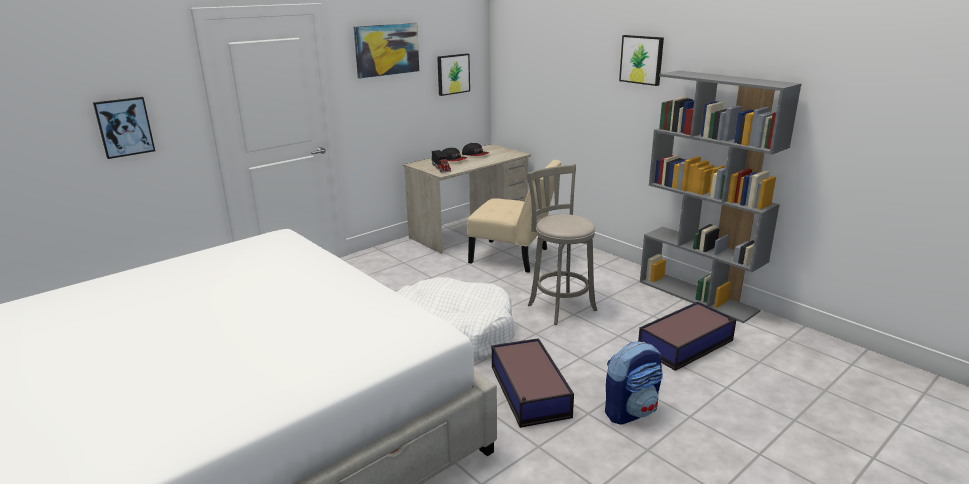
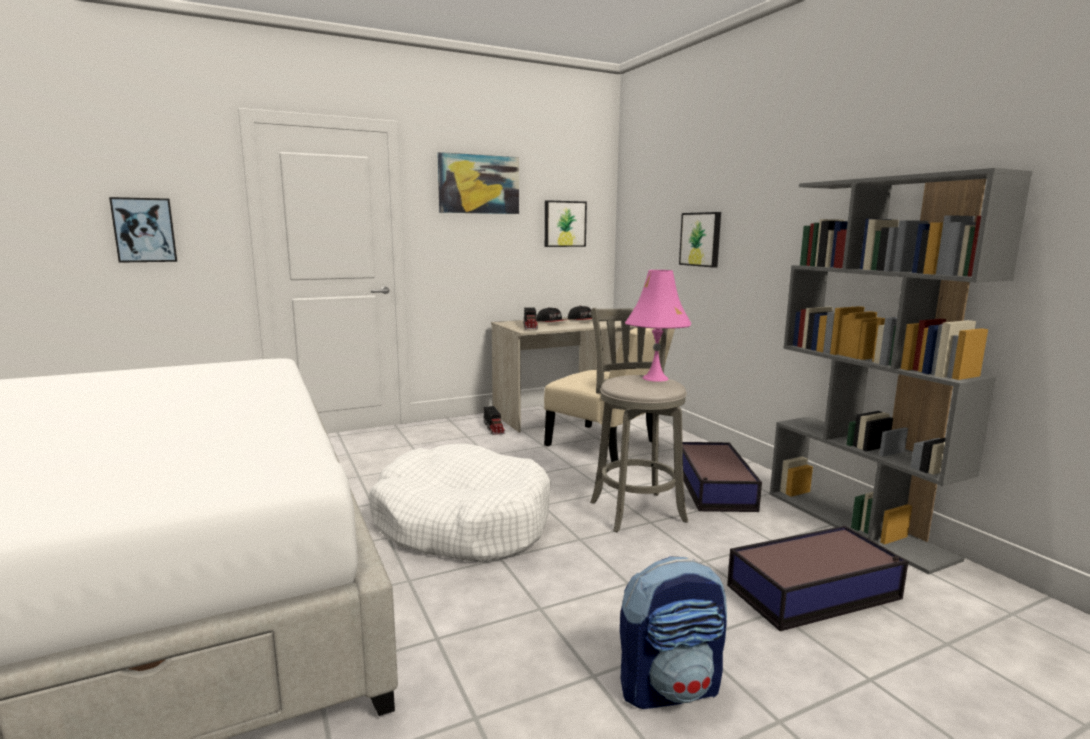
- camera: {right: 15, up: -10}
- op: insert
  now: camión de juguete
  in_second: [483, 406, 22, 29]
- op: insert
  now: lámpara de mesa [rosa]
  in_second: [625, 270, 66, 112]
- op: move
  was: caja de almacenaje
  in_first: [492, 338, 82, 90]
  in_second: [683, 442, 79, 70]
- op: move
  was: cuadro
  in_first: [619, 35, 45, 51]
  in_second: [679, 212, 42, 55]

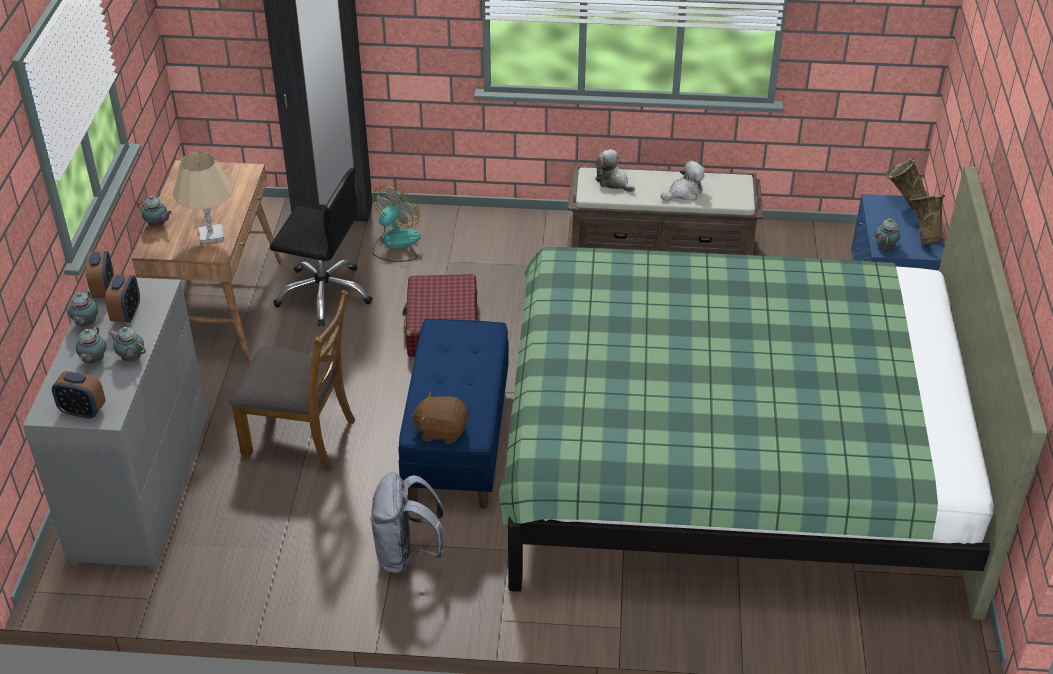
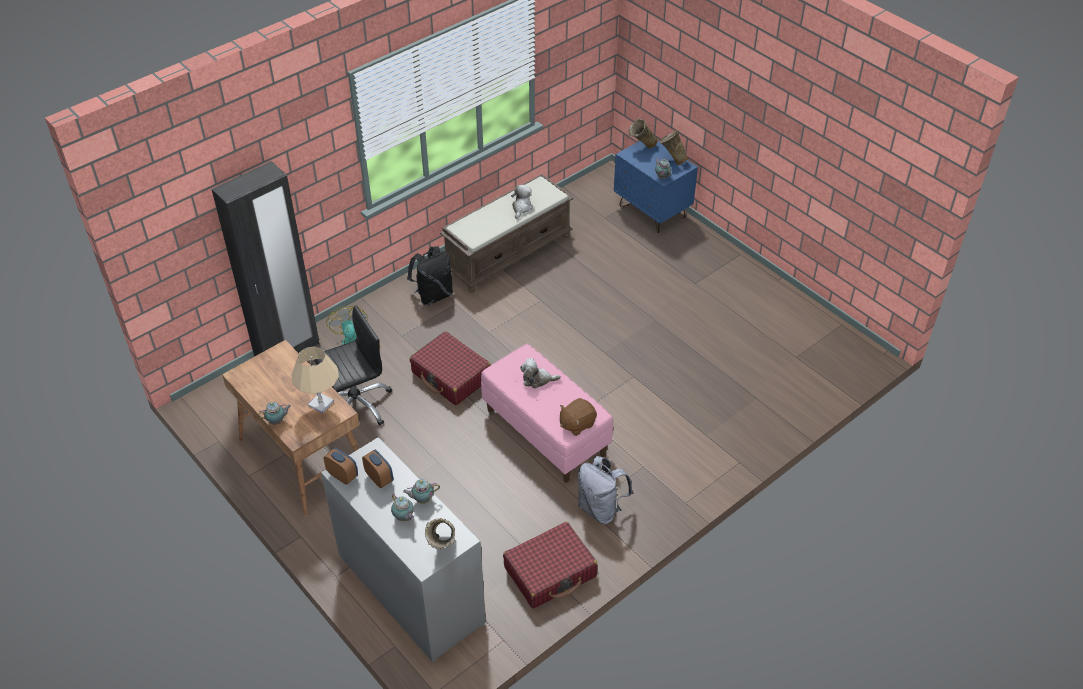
- camera: {right: -45, up: 5}
- op: delete
  was: tetera
  in_first: [68, 289, 30, 38]
- op: delete
  was: silla [marrón]
  in_first: [230, 290, 125, 181]
- op: delete
  was: cama [verde]
  in_first: [499, 167, 549, 453]
- op: insert
  now: mochila [negro]
  in_second: [407, 246, 46, 59]
- op: insert
  now: maleta [rojo]
  in_second: [503, 522, 94, 87]
- op: move
  was: peluche
  in_first: [595, 149, 40, 43]
  in_second: [520, 358, 41, 31]
- op: replace
  was: despertador
  now: florero [beis]
  in_first: [52, 371, 53, 48]
  in_second: [425, 518, 30, 31]
- op: recolor
  was: banco [azul]
  now: banco [rosa]
  in_first: [398, 319, 111, 190]
  in_second: [481, 344, 132, 139]

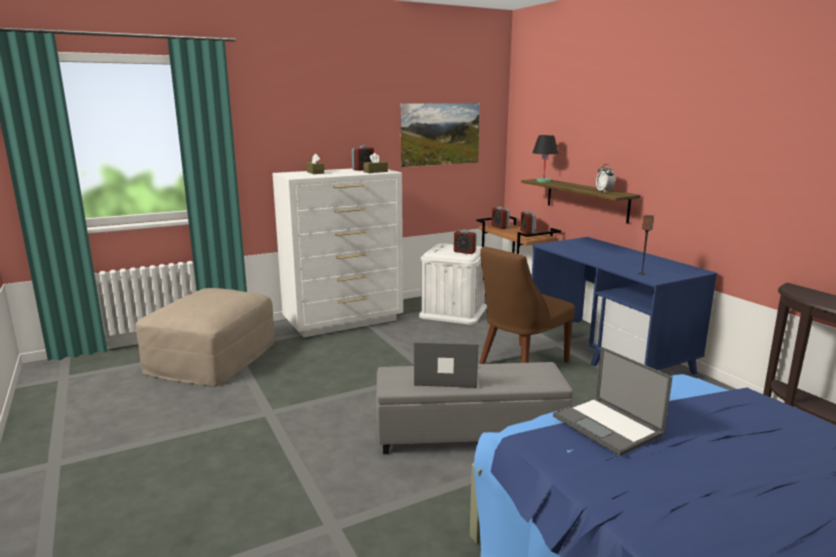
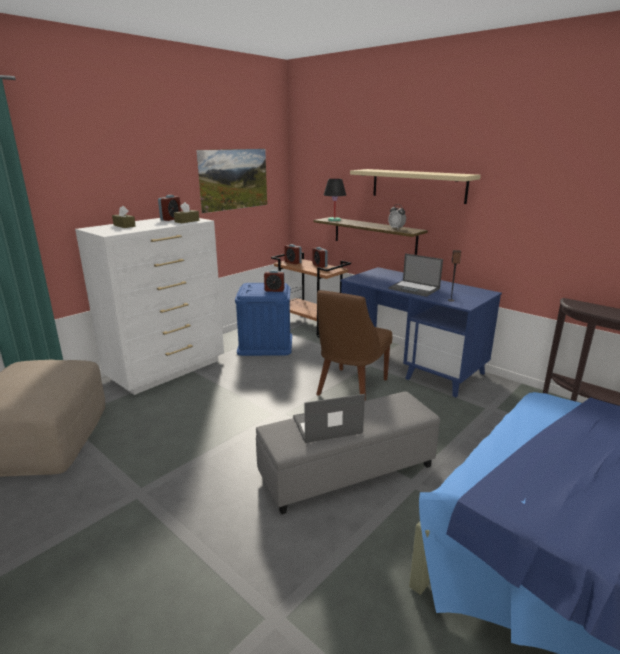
- camera: {right: -20, up: 5}
- op: insert
  now: estante [beis]
  in_second: [350, 169, 131, 35]
- op: move
  was: portátil
  in_first: [553, 347, 119, 109]
  in_second: [389, 253, 54, 44]
- op: recolor
  was: caja de almacenaje [blanco]
  now: caja de almacenaje [azul]
  in_first: [419, 243, 68, 81]
  in_second: [235, 283, 57, 73]

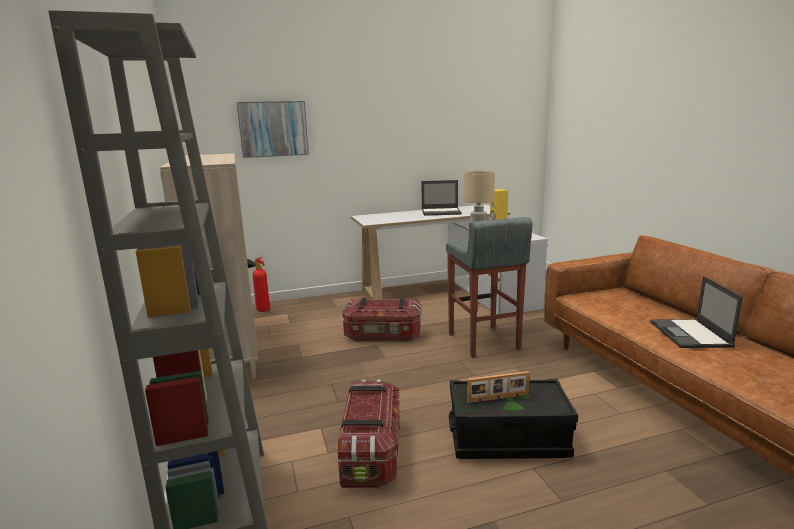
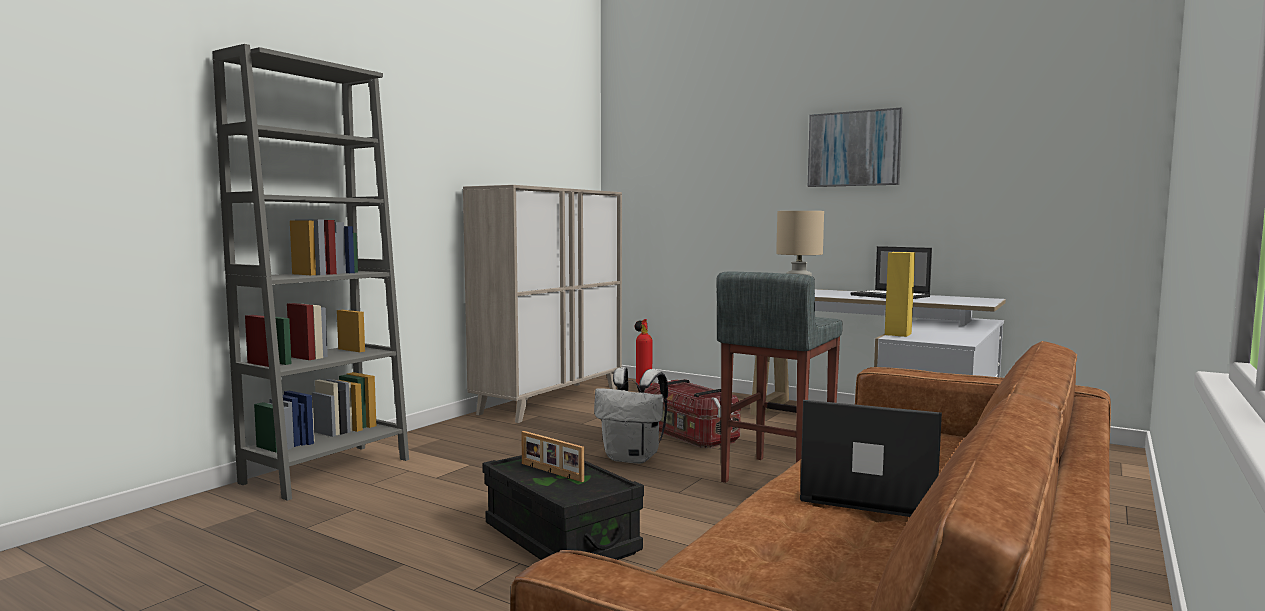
- camera: {right: 50, up: -10}
- op: delete
  was: caja de almacenaje
  in_first: [338, 379, 62, 109]
- op: insert
  now: mochila [blanco]
  in_second: [594, 367, 74, 97]
- op: move
  was: cuadro
  in_first: [237, 101, 72, 57]
  in_second: [808, 108, 95, 79]
- op: rotate
  was: portátil
  in_first: [651, 276, 92, 72]
  in_second: [800, 400, 142, 117]
  clockwise: 60

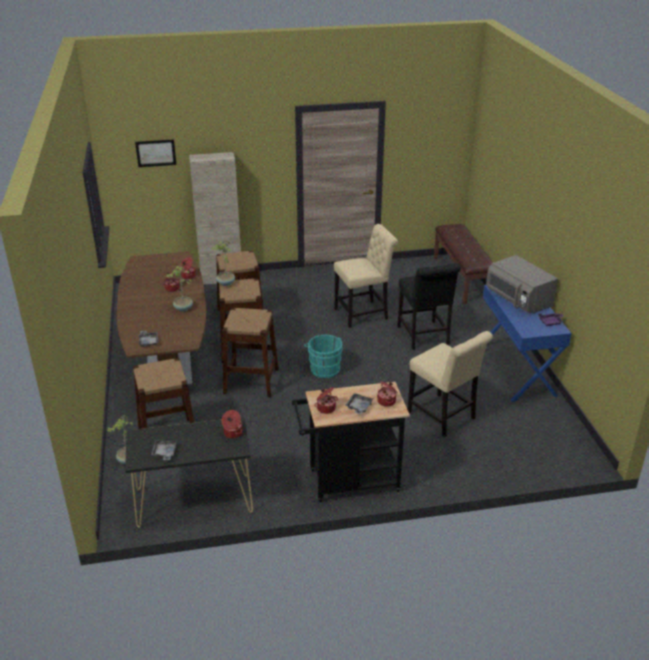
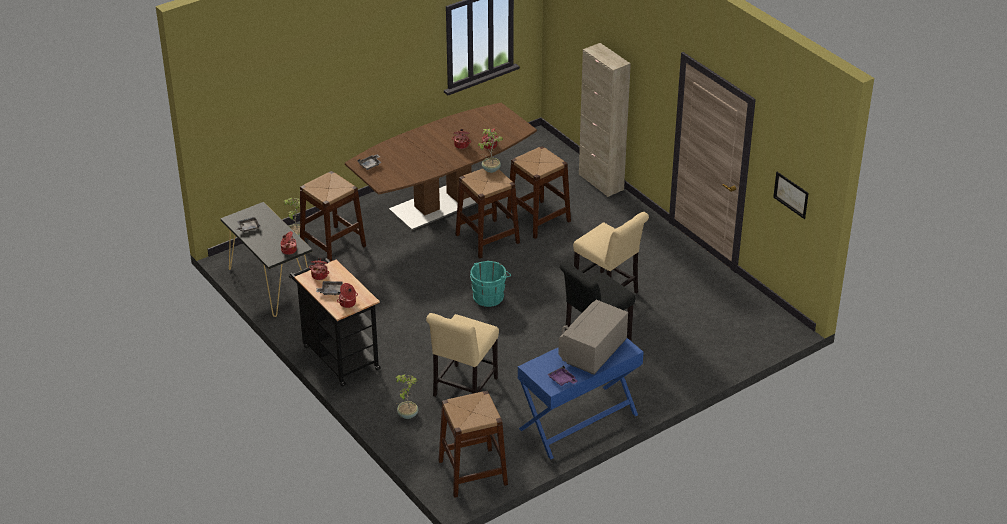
- camera: {right: 65, up: 5}
- op: delete
  was: banco [marrón]
  in_first: [434, 224, 59, 80]
- op: move
  was: cuadro
  in_first: [135, 139, 41, 28]
  in_second: [773, 172, 36, 47]
- op: move
  was: planta en maceta
  in_first: [166, 264, 27, 48]
  in_second: [395, 375, 23, 44]
- op: move
  was: taburete [marrón]
  in_first: [222, 308, 57, 89]
  in_second: [438, 391, 70, 107]

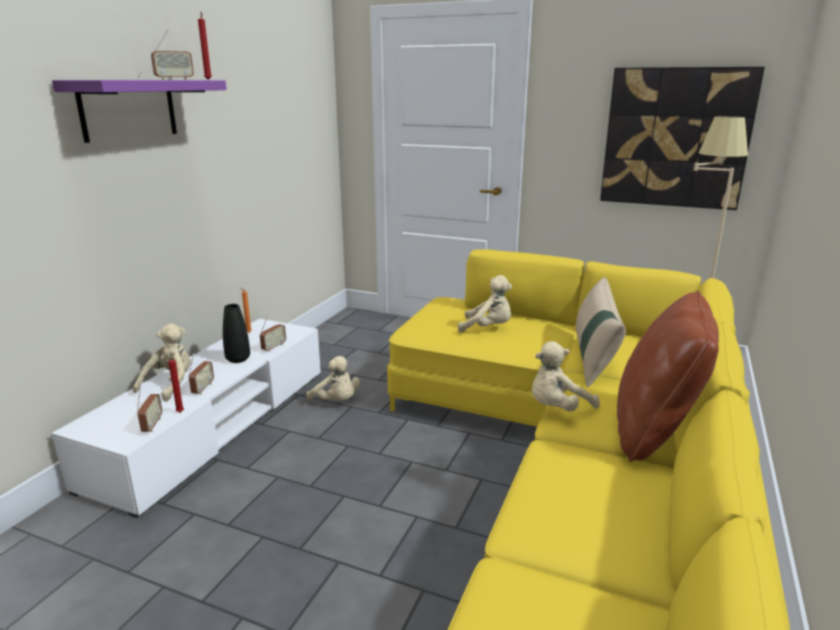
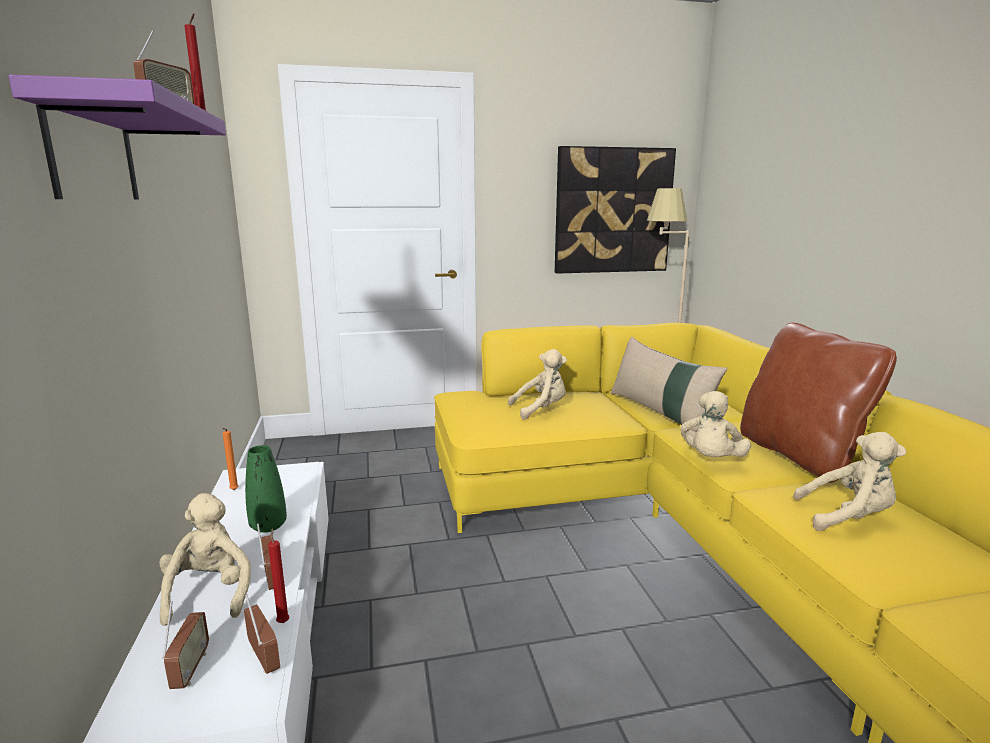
- camera: {right: -35, up: -5}
- op: move
  was: radio
  in_first: [260, 313, 26, 39]
  in_second: [162, 602, 47, 87]
- op: move
  was: peluche [beis]
  in_first: [306, 356, 54, 45]
  in_second: [793, 432, 113, 99]
- op: recolor
  was: florero [negro]
  now: florero [verde]
  in_first: [223, 304, 27, 59]
  in_second: [245, 445, 42, 88]

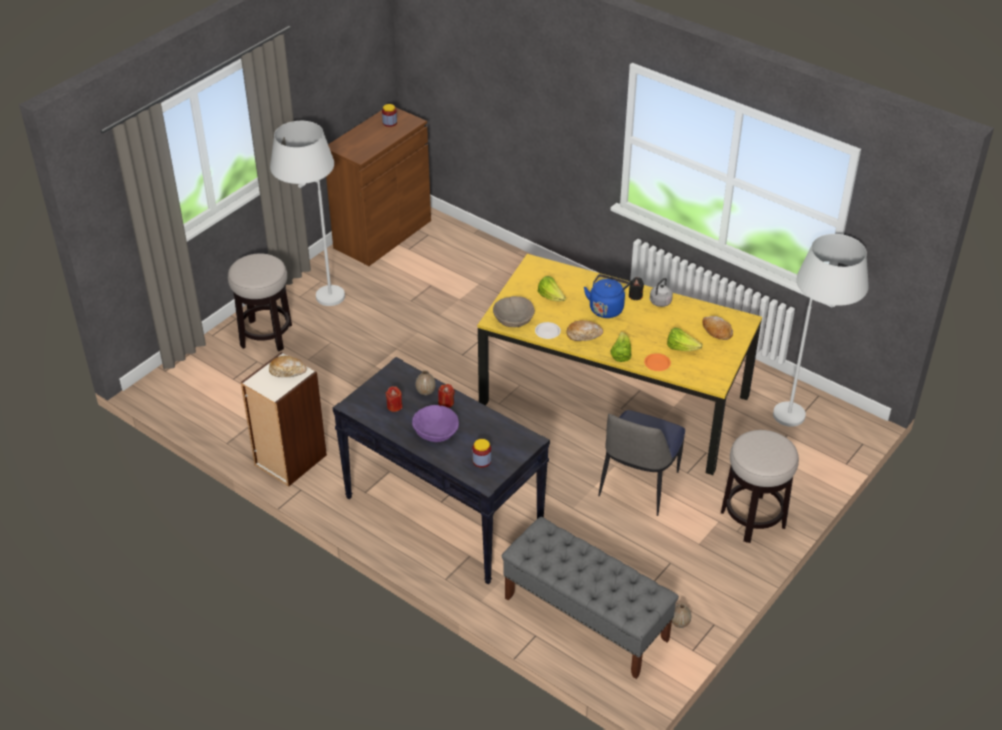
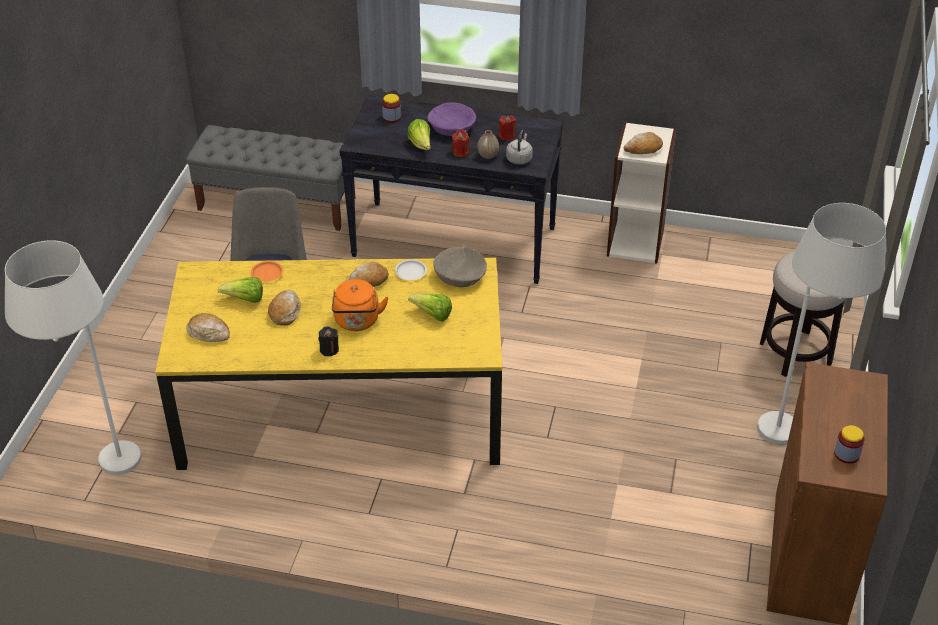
- camera: {right: 155, up: 0}
- op: delete
  was: florero
  in_first: [672, 603, 19, 25]
- op: delete
  was: taburete
  in_first: [721, 430, 78, 113]
- op: insert
  now: pan
  in_second: [268, 290, 33, 35]
- op: move
  was: lechuga
  in_first: [610, 332, 22, 30]
  in_second: [408, 119, 23, 31]
- op: move
  was: hervidor [gris]
  in_first: [649, 278, 24, 29]
  in_second: [506, 130, 27, 35]
- op: recolor
  was: hervidor [azul]
  now: hervidor [naranja]
  in_first: [584, 274, 45, 44]
  in_second: [332, 279, 56, 52]

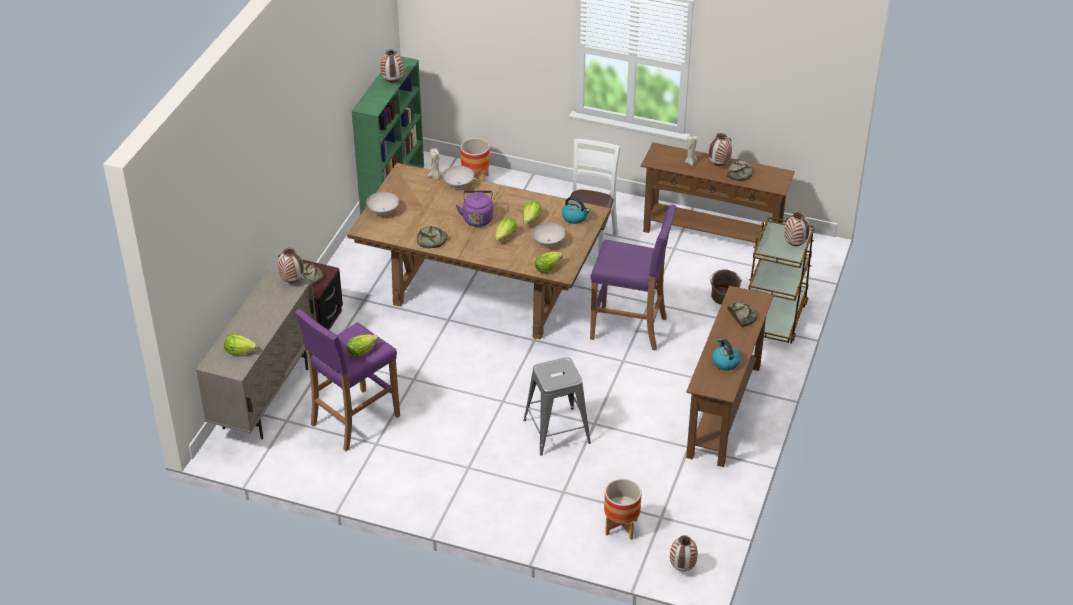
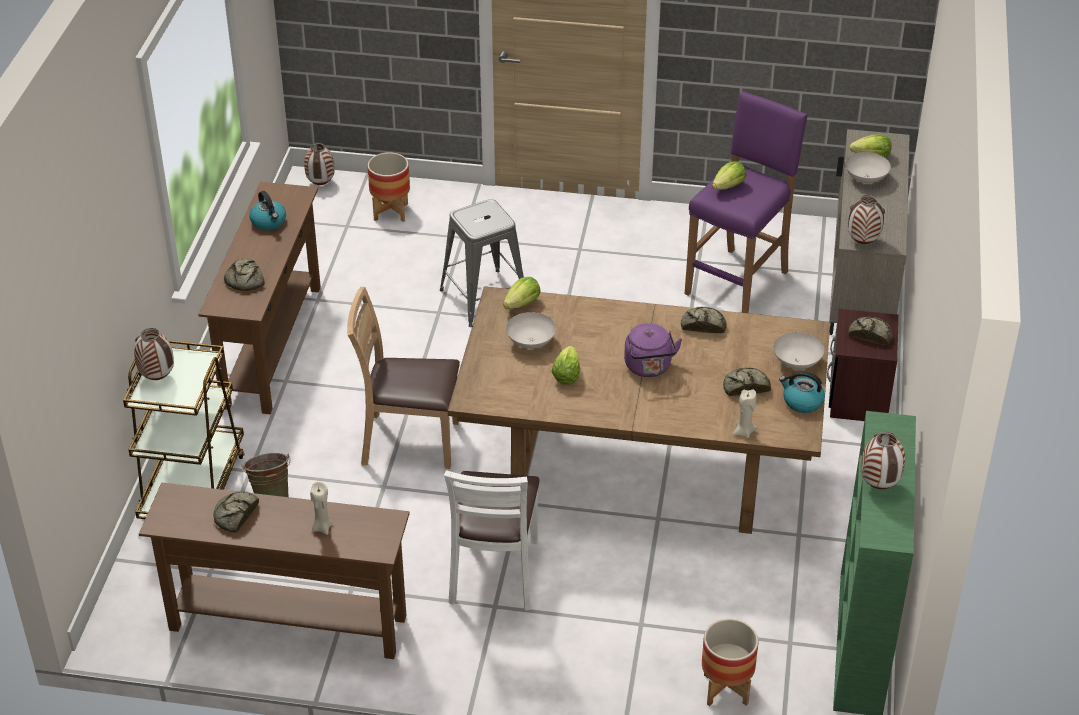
- camera: {right: 170, up: 0}
- op: delete
  was: lechuga
  in_first: [495, 218, 22, 23]
- op: delete
  was: florero
  in_first: [709, 133, 23, 33]
- op: insert
  now: pan
  in_second: [723, 367, 48, 29]
- op: move
  was: cuenco [blanco]
  in_first: [442, 166, 32, 22]
  in_second: [845, 152, 46, 31]
- op: move
  was: hervidor
  in_first: [562, 196, 28, 28]
  in_second: [779, 371, 46, 42]
- op: replace
  was: taburete [morado]
  now: silla [marrón]
  in_first: [590, 205, 87, 146]
  in_second: [347, 287, 113, 182]

